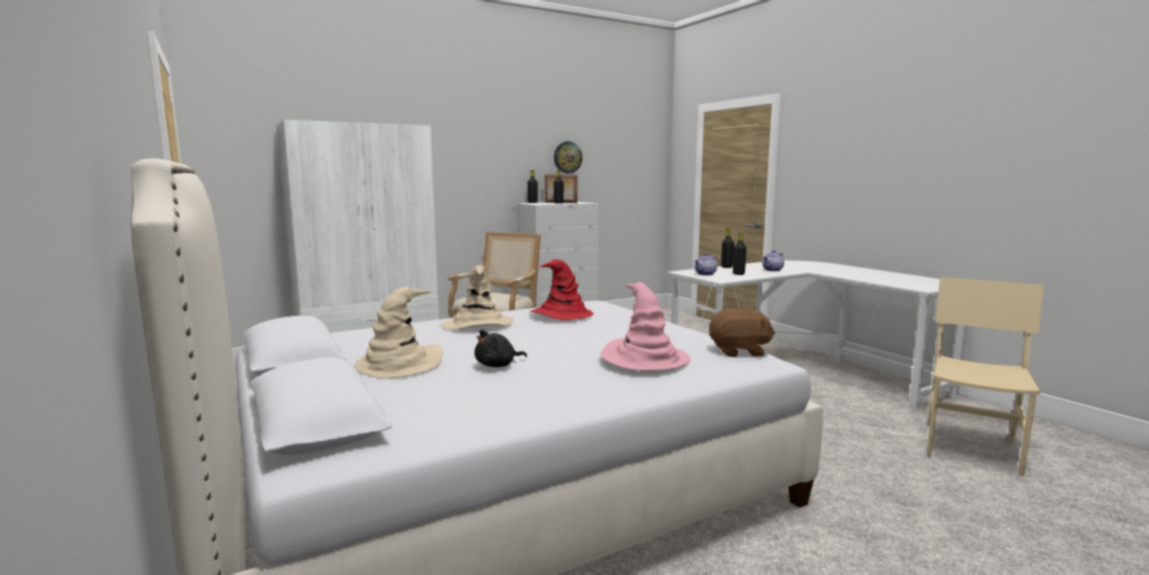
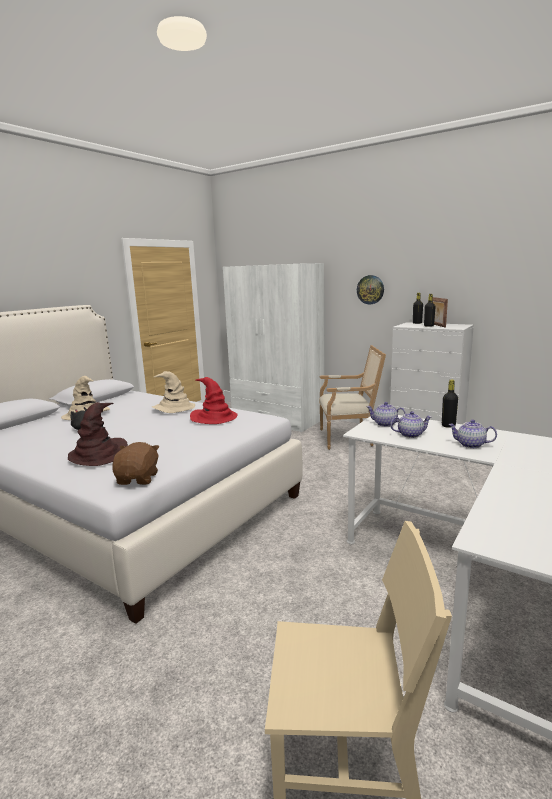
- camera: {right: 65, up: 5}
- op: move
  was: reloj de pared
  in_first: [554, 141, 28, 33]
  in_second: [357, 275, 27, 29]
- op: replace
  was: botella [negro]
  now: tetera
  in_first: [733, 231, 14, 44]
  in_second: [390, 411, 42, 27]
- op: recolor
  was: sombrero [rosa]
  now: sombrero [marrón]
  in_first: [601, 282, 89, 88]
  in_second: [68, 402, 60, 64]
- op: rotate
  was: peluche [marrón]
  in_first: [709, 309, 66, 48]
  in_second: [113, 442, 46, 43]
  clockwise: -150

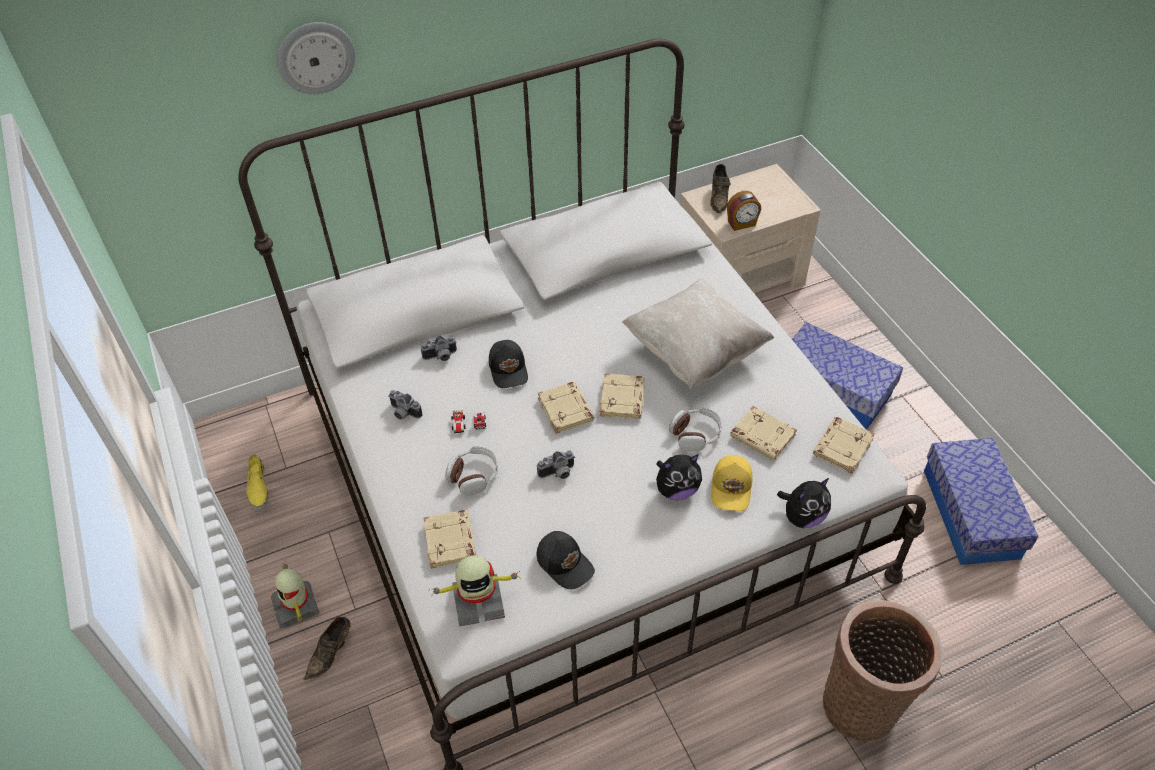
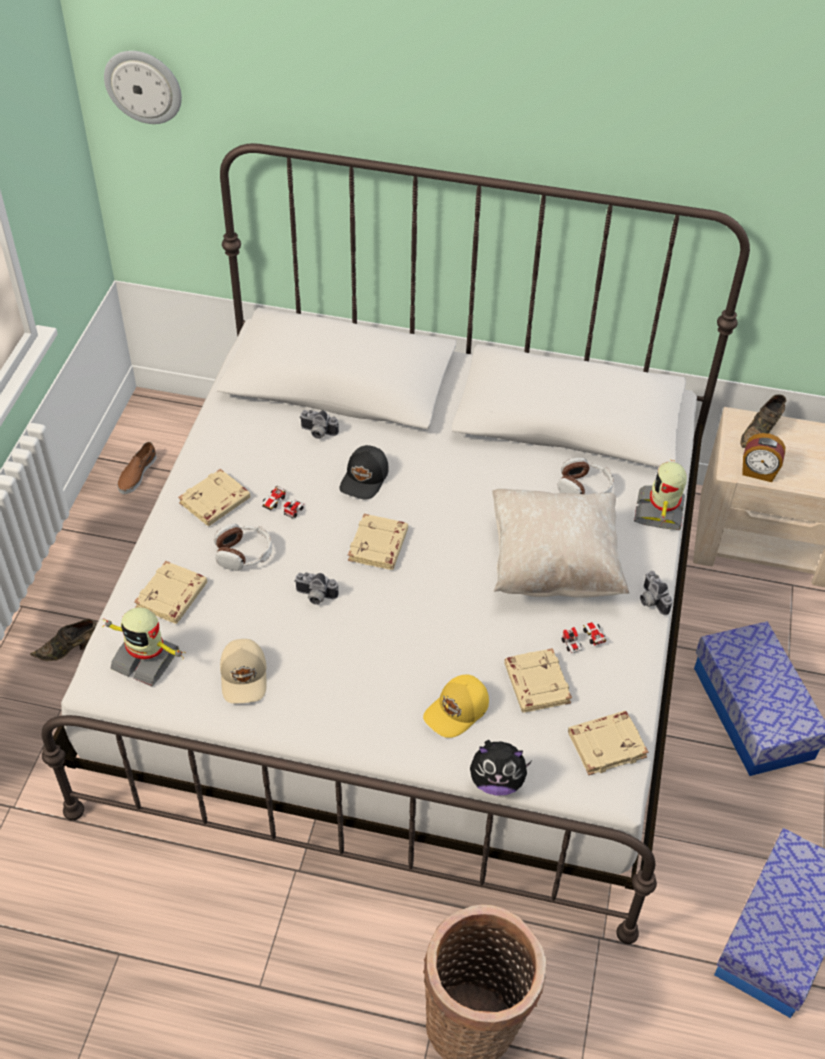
- camera: {right: 35, up: 0}
- op: delete
  was: peluche
  in_first: [656, 454, 46, 46]
- op: insert
  now: coche de juguete
  in_second: [562, 621, 44, 32]
- op: move
  was: robot de juguete
  in_first: [271, 561, 48, 67]
  in_second: [634, 459, 53, 71]
- op: move
  was: reloj de pared
  in_first: [277, 22, 78, 72]
  in_second: [104, 51, 78, 73]
- op: move
  was: cámara
  in_first: [388, 390, 34, 30]
  in_second: [640, 571, 33, 44]
- op: move
  was: libro [beis]
  in_first: [600, 374, 45, 45]
  in_second: [178, 469, 72, 57]
- op: move
  was: auriculares
  in_first: [669, 407, 53, 44]
  in_second: [557, 458, 57, 36]
- op: recolor
  was: zapato [amarillo]
  now: zapato [marrón]
  in_first: [246, 454, 23, 55]
  in_second: [117, 442, 40, 52]
- op: recolor
  was: gorra [negro]
  now: gorra [beis]
  in_first: [537, 531, 58, 58]
  in_second: [220, 639, 47, 64]

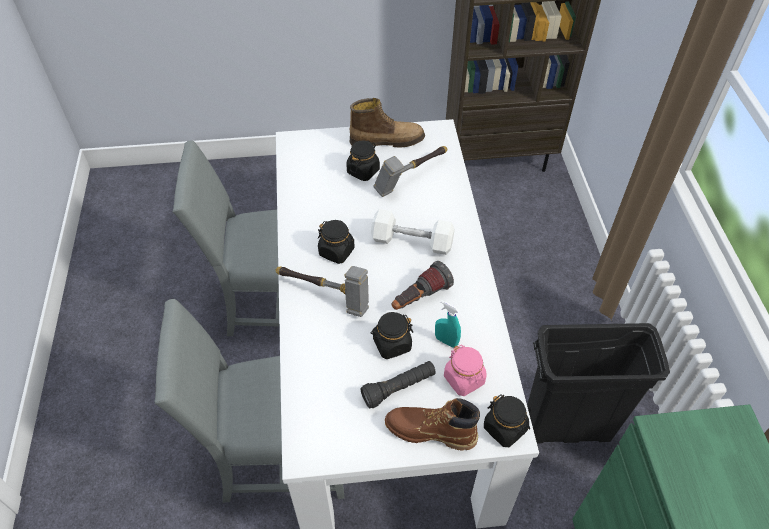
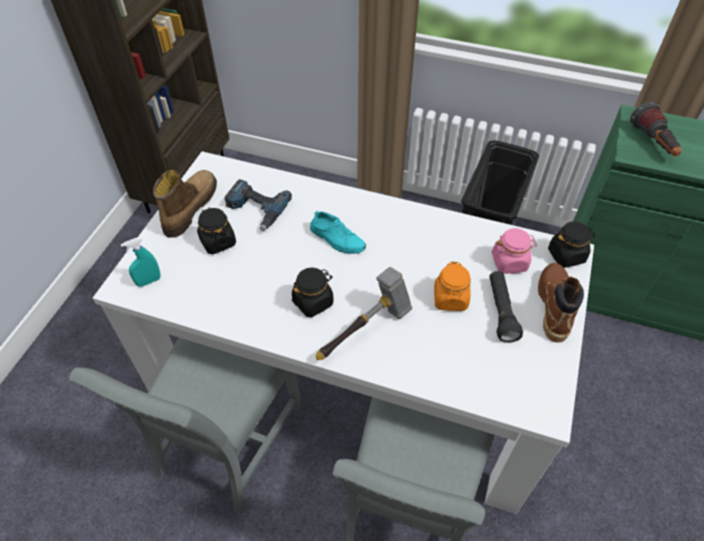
- camera: {right: -65, up: 0}
- op: move
  was: linterna
  in_first: [392, 261, 62, 49]
  in_second: [630, 101, 52, 55]
- op: move
  was: pulverizador [turquesa]
  in_first: [435, 300, 26, 48]
  in_second: [121, 238, 40, 49]
- op: replace
  was: mancuerna [blanco]
  now: zapato [turquesa]
  in_first: [371, 209, 84, 46]
  in_second: [310, 210, 56, 44]
- op: replace
  was: martillo
  now: taladro
  in_first: [373, 146, 74, 51]
  in_second: [224, 179, 68, 52]
- op: recolor
  was: tarro [negro]
  now: tarro [naranja]
  in_first: [370, 312, 43, 47]
  in_second: [434, 262, 37, 49]
- op: rotate
  was: bota [marrón]
  in_first: [385, 398, 95, 52]
  in_second: [538, 263, 46, 80]
  clockwise: 150

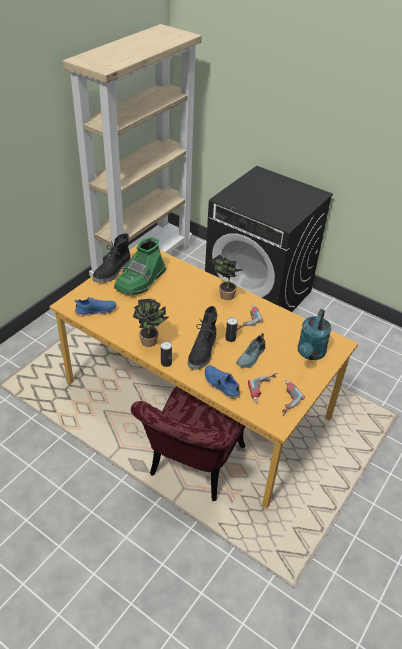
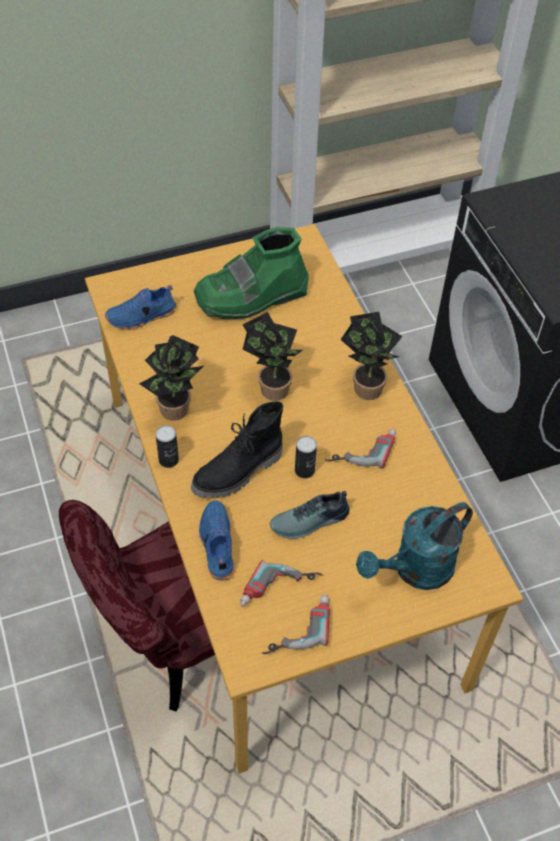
- camera: {right: 35, up: 10}
- op: delete
  was: bota [negro]
  in_first: [92, 233, 39, 50]
- op: insert
  now: planta en maceta
  in_second: [242, 312, 61, 89]
- op: rotate
  was: zapato [azul]
  in_first: [75, 297, 41, 20]
  in_second: [105, 285, 71, 45]
  clockwise: 135

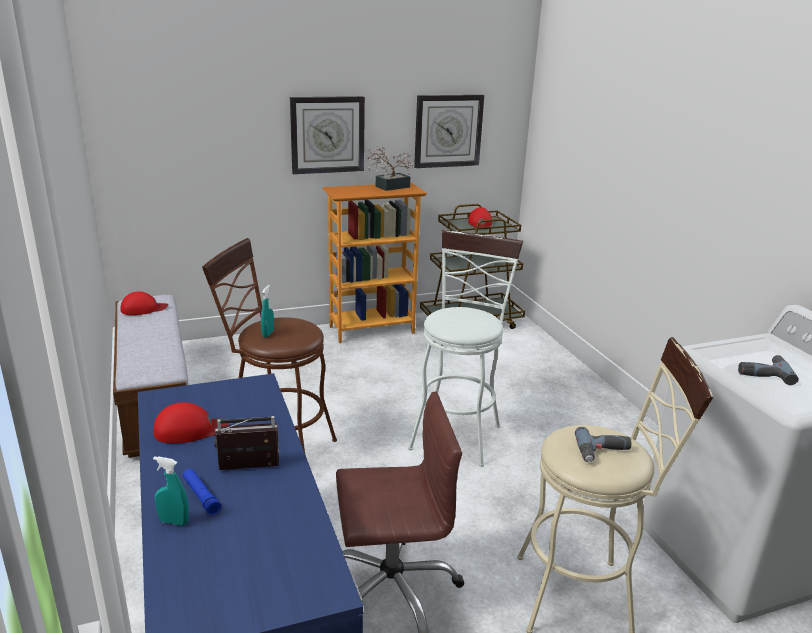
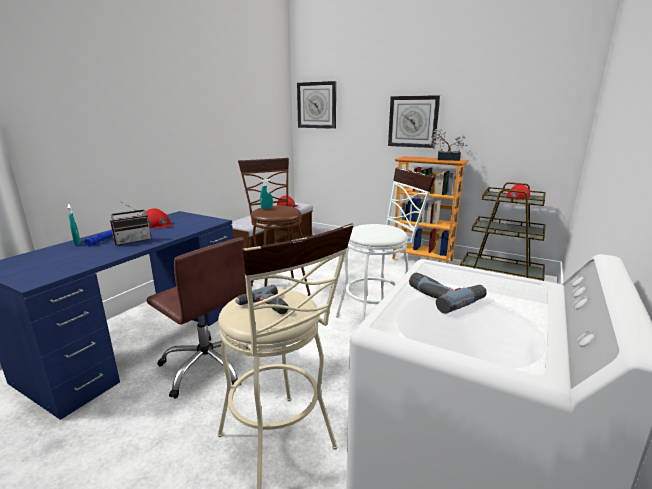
- camera: {right: 50, up: -5}
- op: move
  was: reloj de pared
  in_first: [414, 95, 70, 73]
  in_second: [297, 81, 39, 48]
- op: rotate
  was: radio
  in_first: [214, 416, 65, 54]
  in_second: [110, 201, 42, 44]
  clockwise: 105

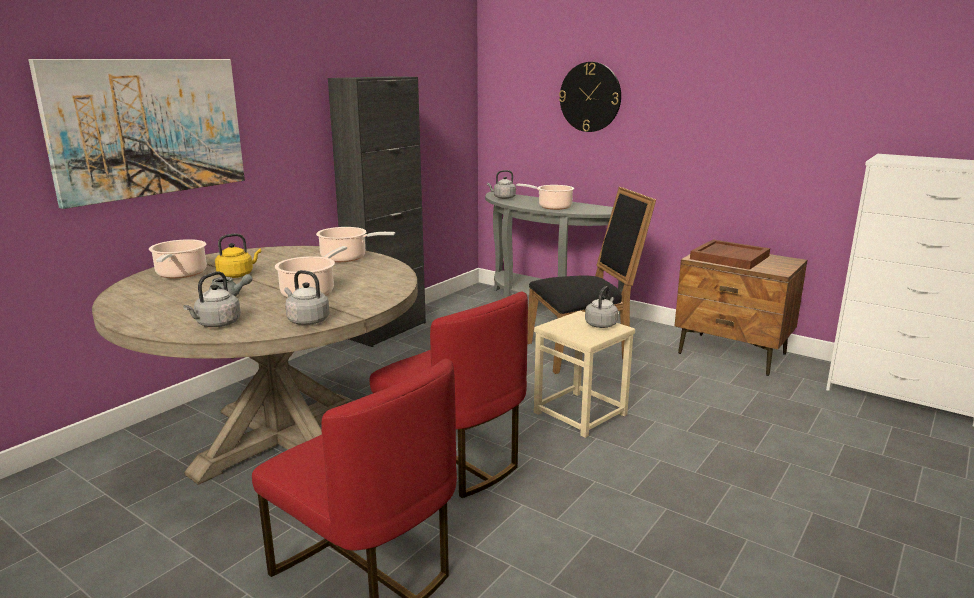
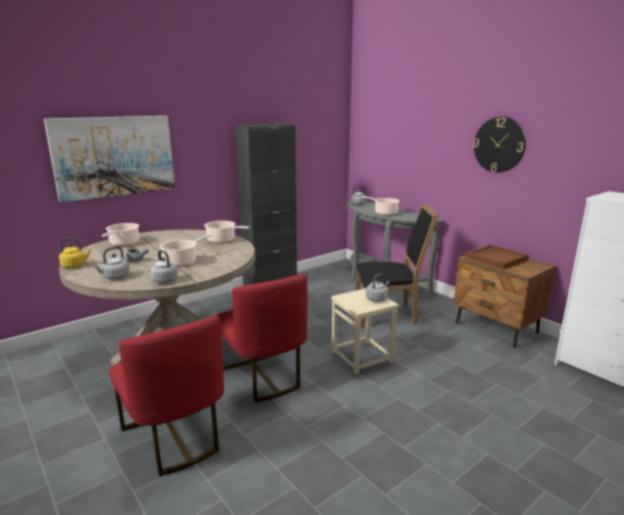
- camera: {right: 15, up: 0}
- op: move
  was: hervidor [amarillo]
  in_first: [215, 234, 46, 44]
  in_second: [59, 238, 33, 30]
- op: move
  was: reloj de pared
  in_first: [559, 62, 62, 70]
  in_second: [473, 117, 53, 56]

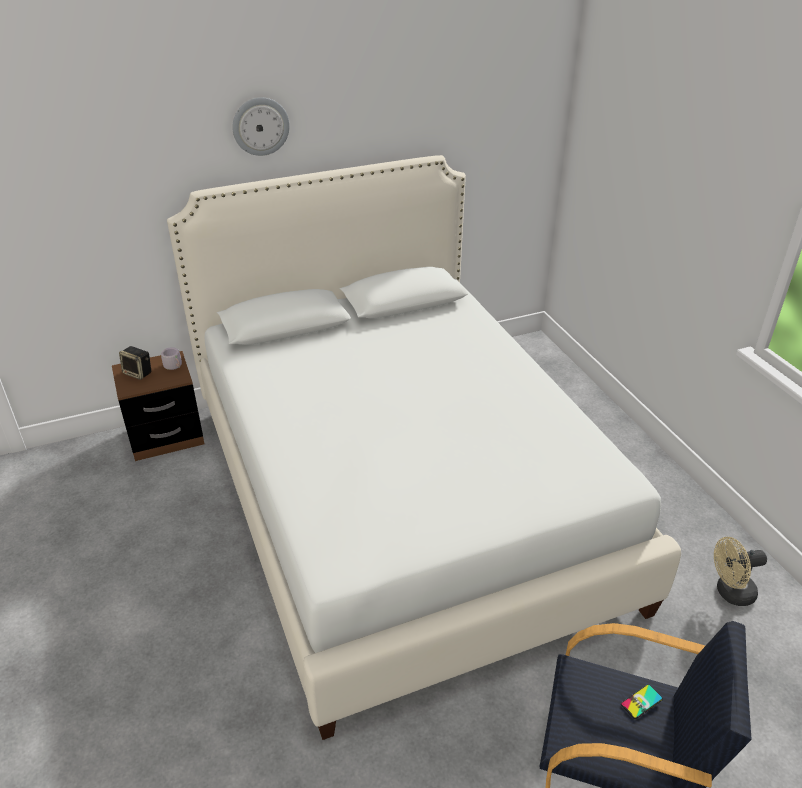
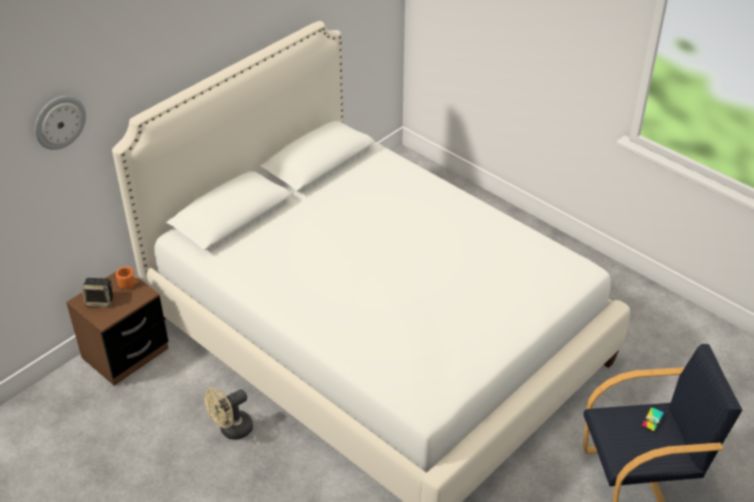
- camera: {right: -25, up: 5}
- op: move
  was: reloj de pared
  in_first: [232, 98, 58, 58]
  in_second: [35, 96, 51, 54]
- op: move
  was: ventilador [beis]
  in_first: [714, 537, 53, 69]
  in_second: [205, 388, 48, 52]
- op: recolor
  was: taza grande [gris]
  now: taza grande [naranja]
  in_first: [161, 347, 21, 23]
  in_second: [116, 267, 23, 22]

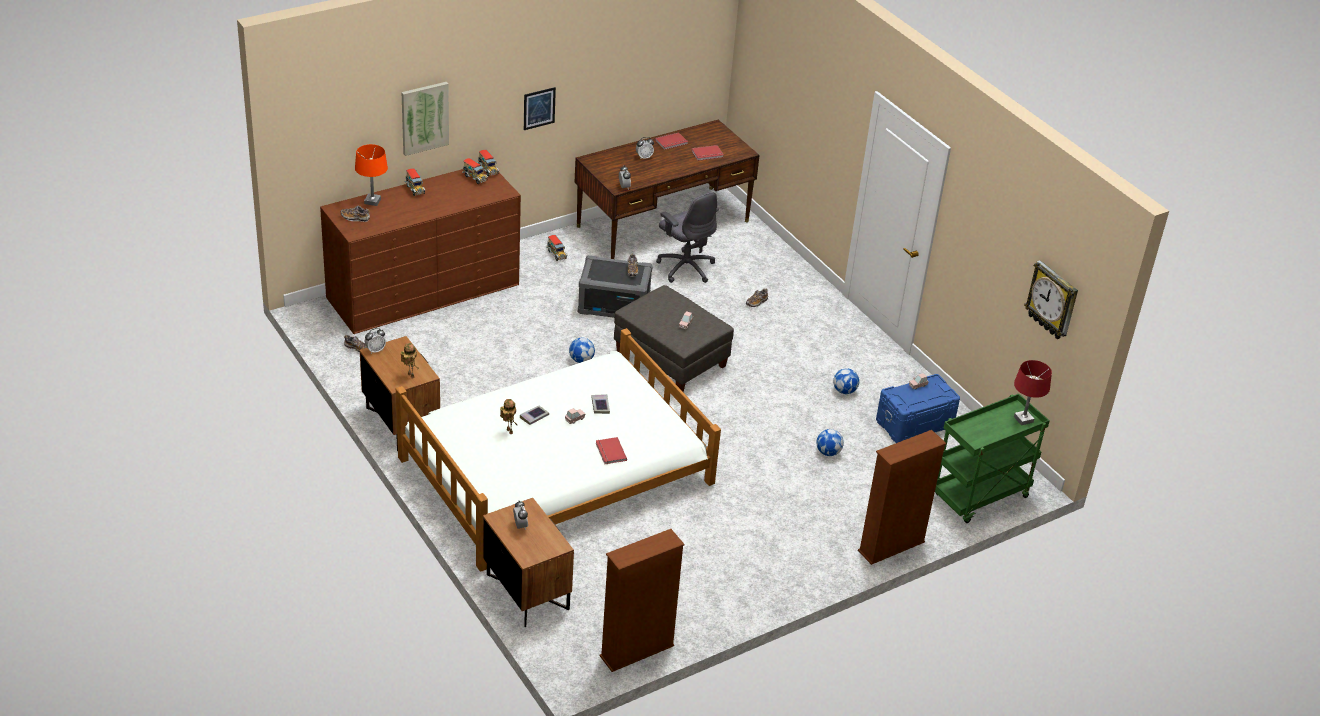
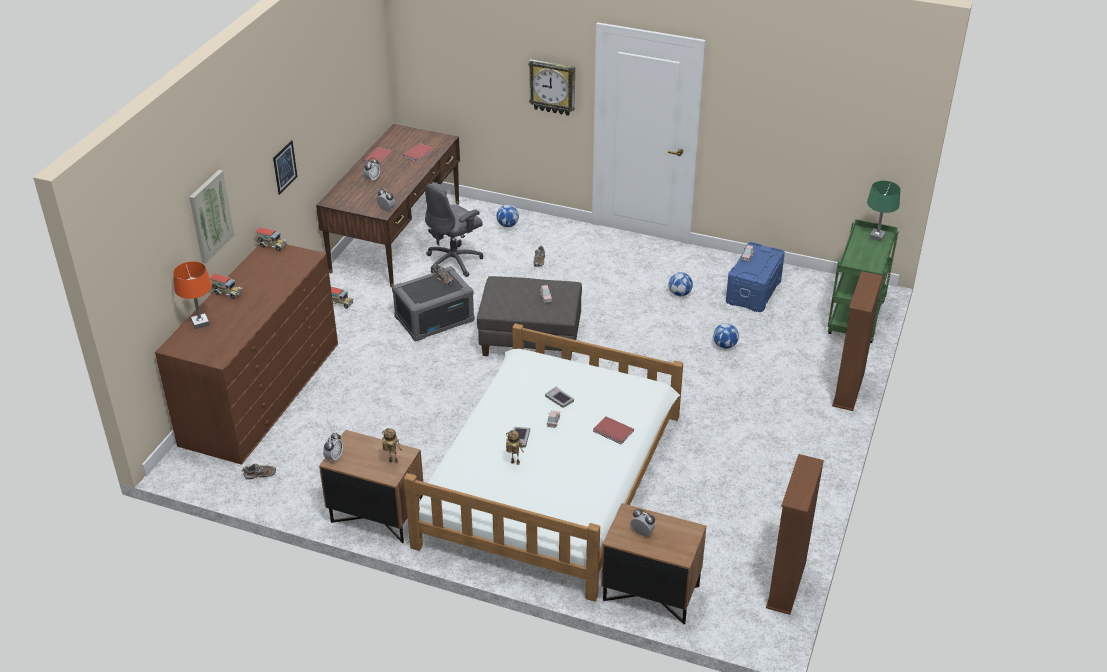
- camera: {right: -35, up: 0}
- op: delete
  was: zapato
  in_first: [341, 205, 29, 17]
- op: delete
  was: camión de juguete
  in_first: [462, 158, 26, 26]
- op: move
  was: balón de fútbol
  in_first: [569, 338, 26, 25]
  in_second: [496, 205, 23, 22]
- op: move
  was: reloj de pared
  in_first: [1024, 260, 54, 79]
  in_second: [528, 59, 47, 57]
- op: recolor
  was: lámpara de mesa [rojo]
  now: lámpara de mesa [verde]
  in_first: [1014, 360, 38, 66]
  in_second: [867, 181, 33, 61]
- op: rotate
  was: silla de oficina [gris]
  in_first: [656, 192, 63, 91]
  in_second: [425, 184, 58, 93]
  clockwise: 120

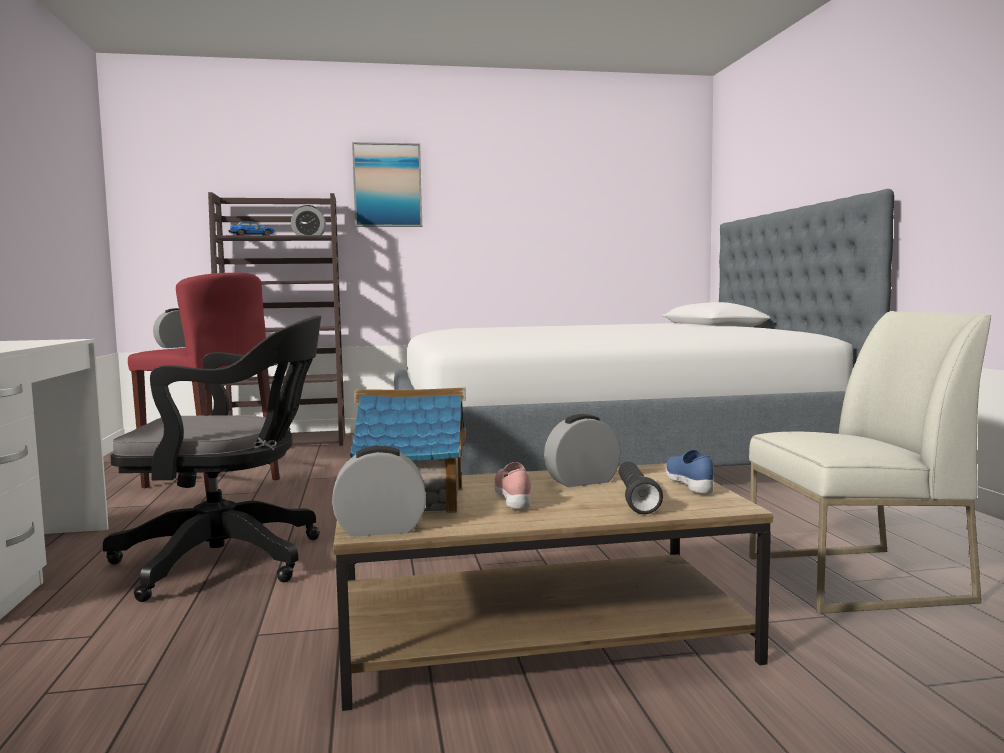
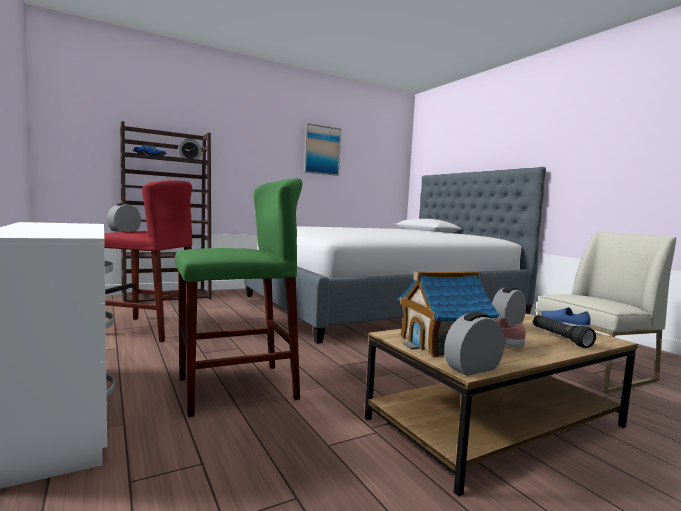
- camera: {right: -20, up: 0}
- op: move
  was: cuadro
  in_first: [352, 142, 70, 85]
  in_second: [304, 123, 37, 53]
- op: replace
  was: silla de oficina [negro]
  now: taburete [verde]
  in_first: [103, 316, 218, 286]
  in_second: [175, 178, 127, 239]

